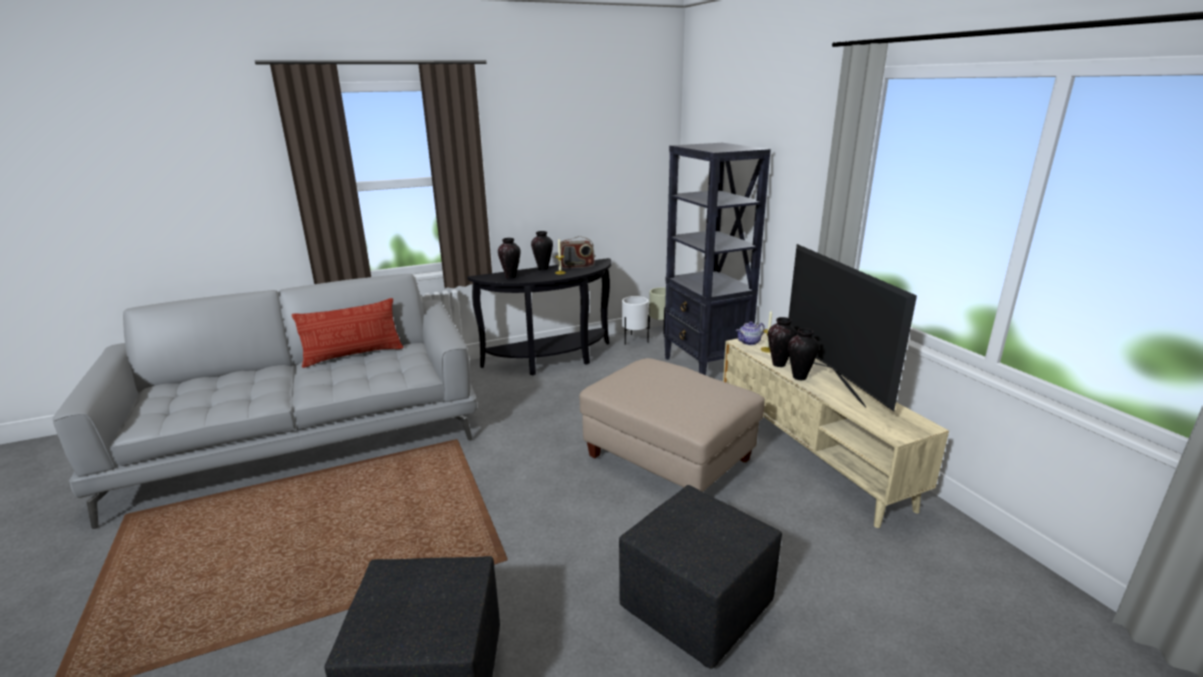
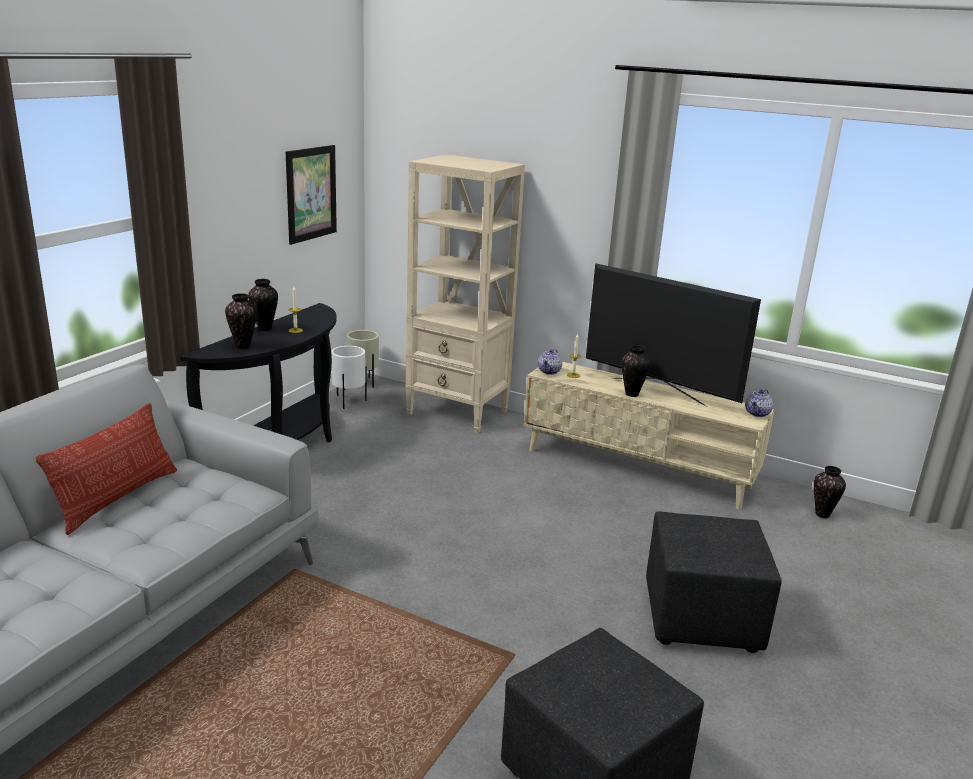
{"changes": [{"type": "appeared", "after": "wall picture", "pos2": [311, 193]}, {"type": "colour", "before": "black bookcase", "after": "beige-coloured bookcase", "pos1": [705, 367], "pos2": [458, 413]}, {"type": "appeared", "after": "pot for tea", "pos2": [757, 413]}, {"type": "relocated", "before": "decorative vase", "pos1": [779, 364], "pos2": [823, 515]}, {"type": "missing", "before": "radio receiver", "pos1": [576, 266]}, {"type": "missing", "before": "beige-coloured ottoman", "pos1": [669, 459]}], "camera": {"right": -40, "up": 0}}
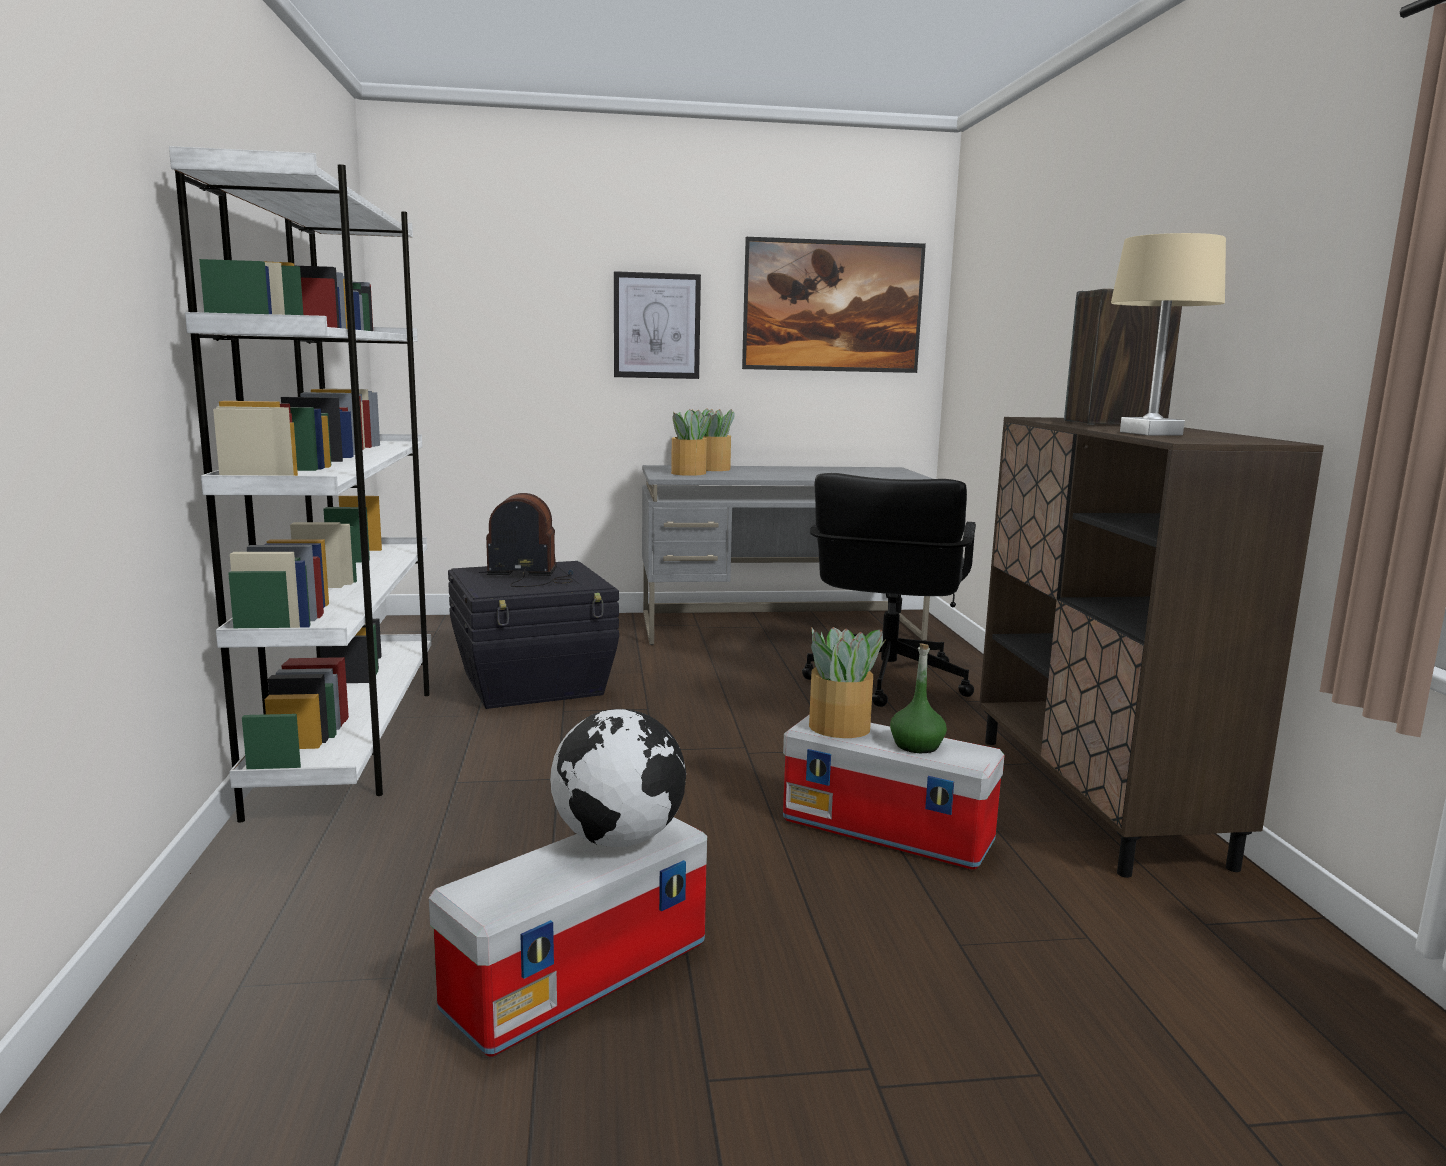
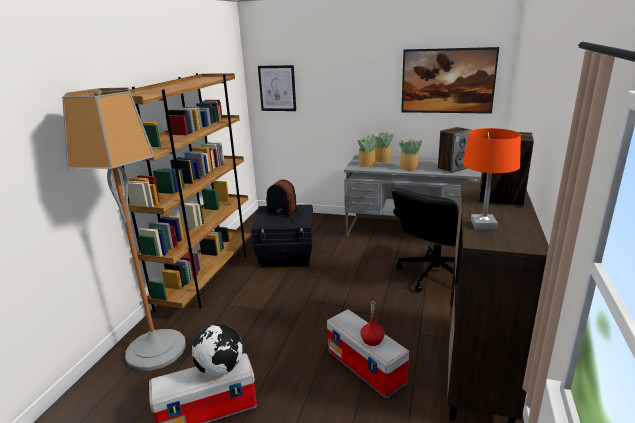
{"changes": [{"type": "appeared", "after": "standard lamp", "pos2": [156, 350]}, {"type": "colour", "before": "white bookcase", "after": "brown-coloured bookcase", "pos1": [352, 739], "pos2": [208, 277]}, {"type": "relocated", "before": "wall picture", "pos1": [656, 326], "pos2": [277, 88]}, {"type": "colour", "before": "green bottle", "after": "red-coloured bottle", "pos1": [916, 745], "pos2": [372, 340]}, {"type": "relocated", "before": "houseplant", "pos1": [840, 728], "pos2": [409, 168]}, {"type": "appeared", "after": "speaker", "pos2": [452, 168]}, {"type": "colour", "before": "beige-coloured table lamp", "after": "orange-coloured table lamp", "pos1": [1150, 433], "pos2": [483, 225]}], "camera": {"right": 25, "up": 10}}
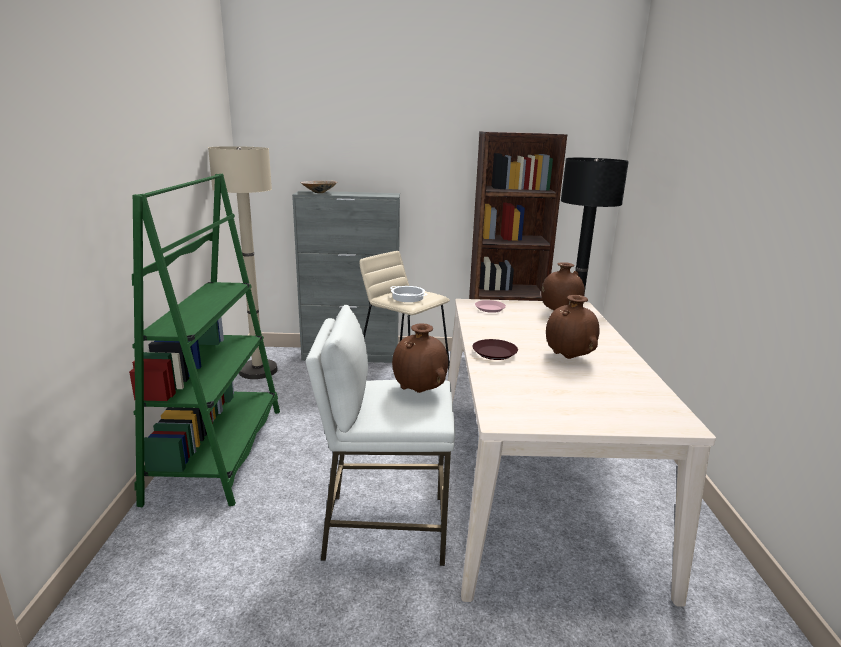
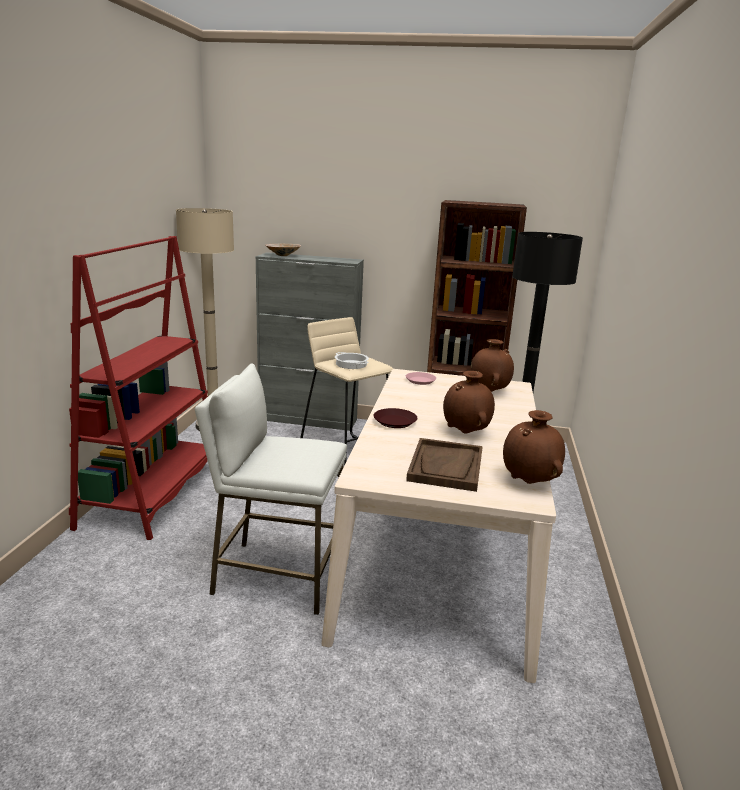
{"changes": [{"type": "colour", "before": "green bookcase", "after": "red-coloured bookcase", "pos1": [219, 452], "pos2": [153, 494]}, {"type": "appeared", "after": "brown-coloured serving tray", "pos2": [446, 466]}, {"type": "relocated", "before": "brown-coloured decorative vase", "pos1": [419, 391], "pos2": [529, 482]}], "camera": {"right": 10, "up": 0}}
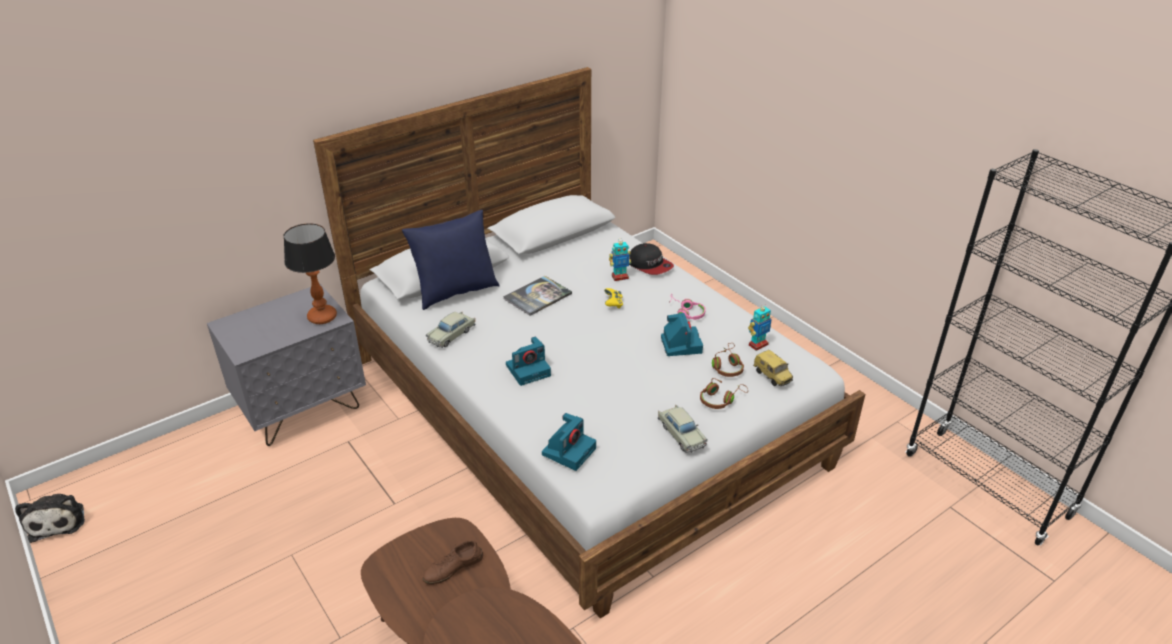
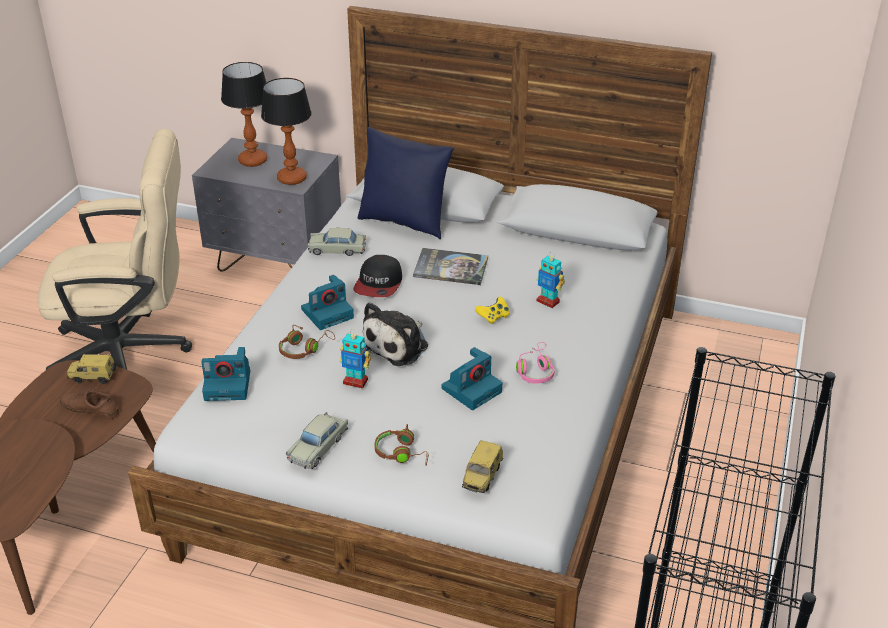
{"changes": [{"type": "appeared", "after": "beige-coloured computer chair", "pos2": [132, 353]}, {"type": "appeared", "after": "miniature car", "pos2": [92, 378]}, {"type": "appeared", "after": "table lamp", "pos2": [253, 161]}, {"type": "relocated", "before": "brown-coloured headset", "pos1": [727, 366], "pos2": [304, 349]}, {"type": "spun", "before": "still camera", "pos1": [529, 370], "pos2": [328, 313], "turn": -60}, {"type": "relocated", "before": "robot figure", "pos1": [758, 345], "pos2": [355, 381]}, {"type": "relocated", "before": "peaked cap", "pos1": [650, 265], "pos2": [379, 284]}, {"type": "relocated", "before": "plush toy", "pos1": [58, 520], "pos2": [398, 345]}], "camera": {"right": 55, "up": 0}}
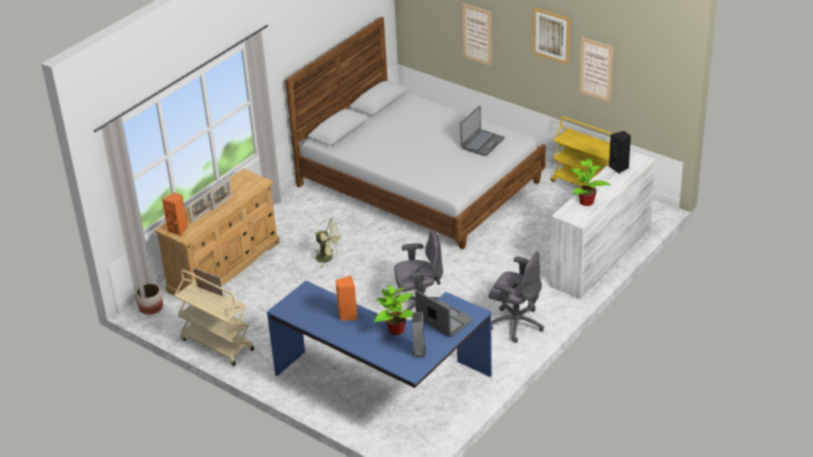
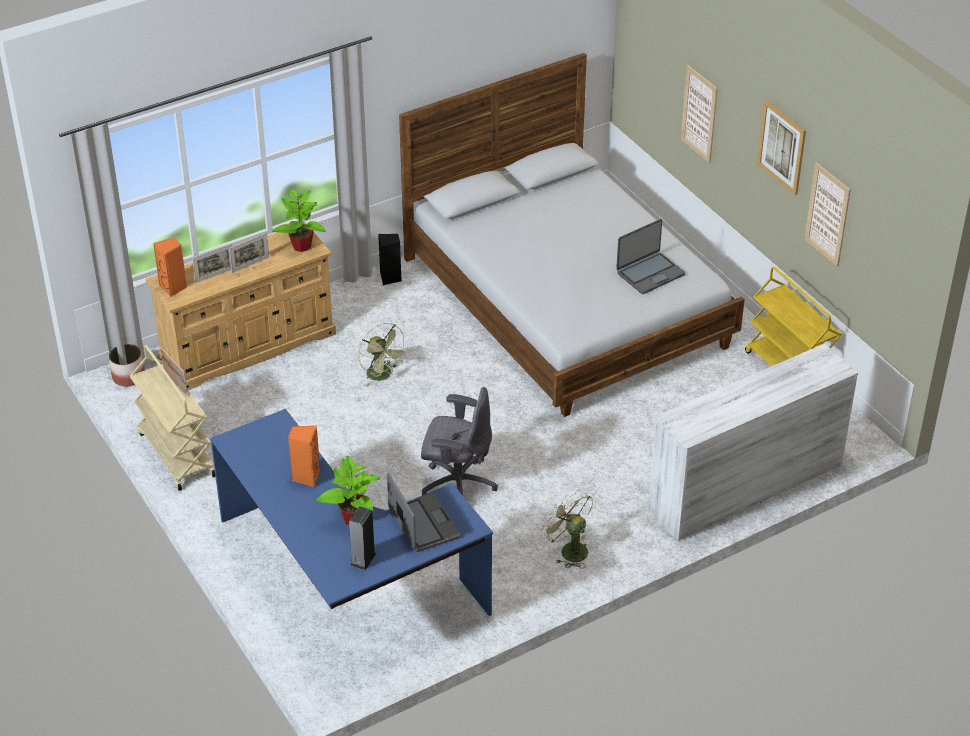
{"changes": [{"type": "relocated", "before": "houseplant", "pos1": [586, 202], "pos2": [301, 246]}, {"type": "relocated", "before": "black speaker", "pos1": [619, 168], "pos2": [390, 278]}, {"type": "exchanged", "before": "grey computer chair", "after": "green fan", "pos1": [515, 324], "pos2": [569, 549]}], "camera": {"right": 20, "up": 5}}
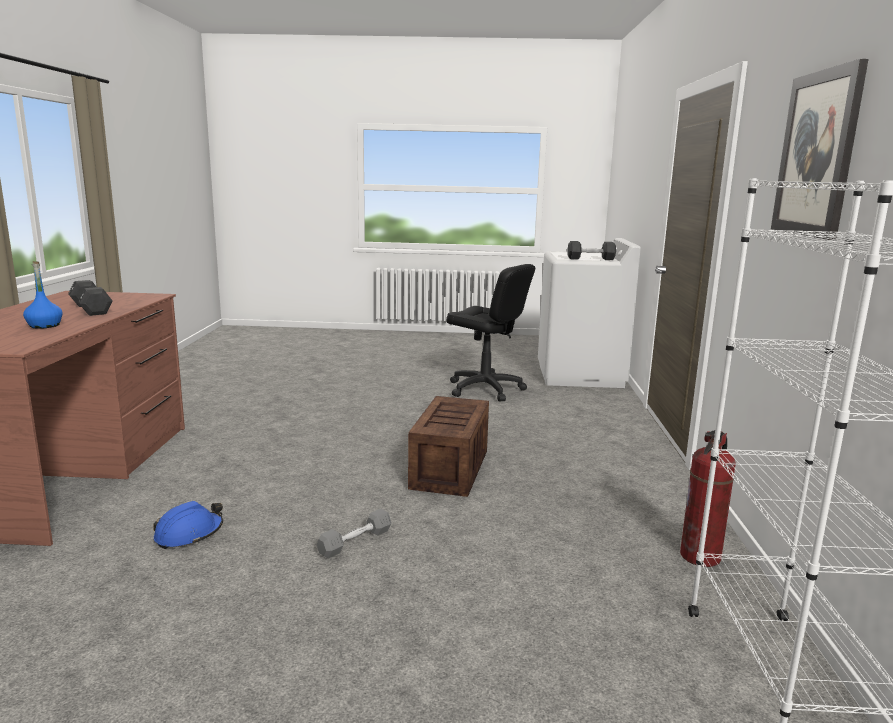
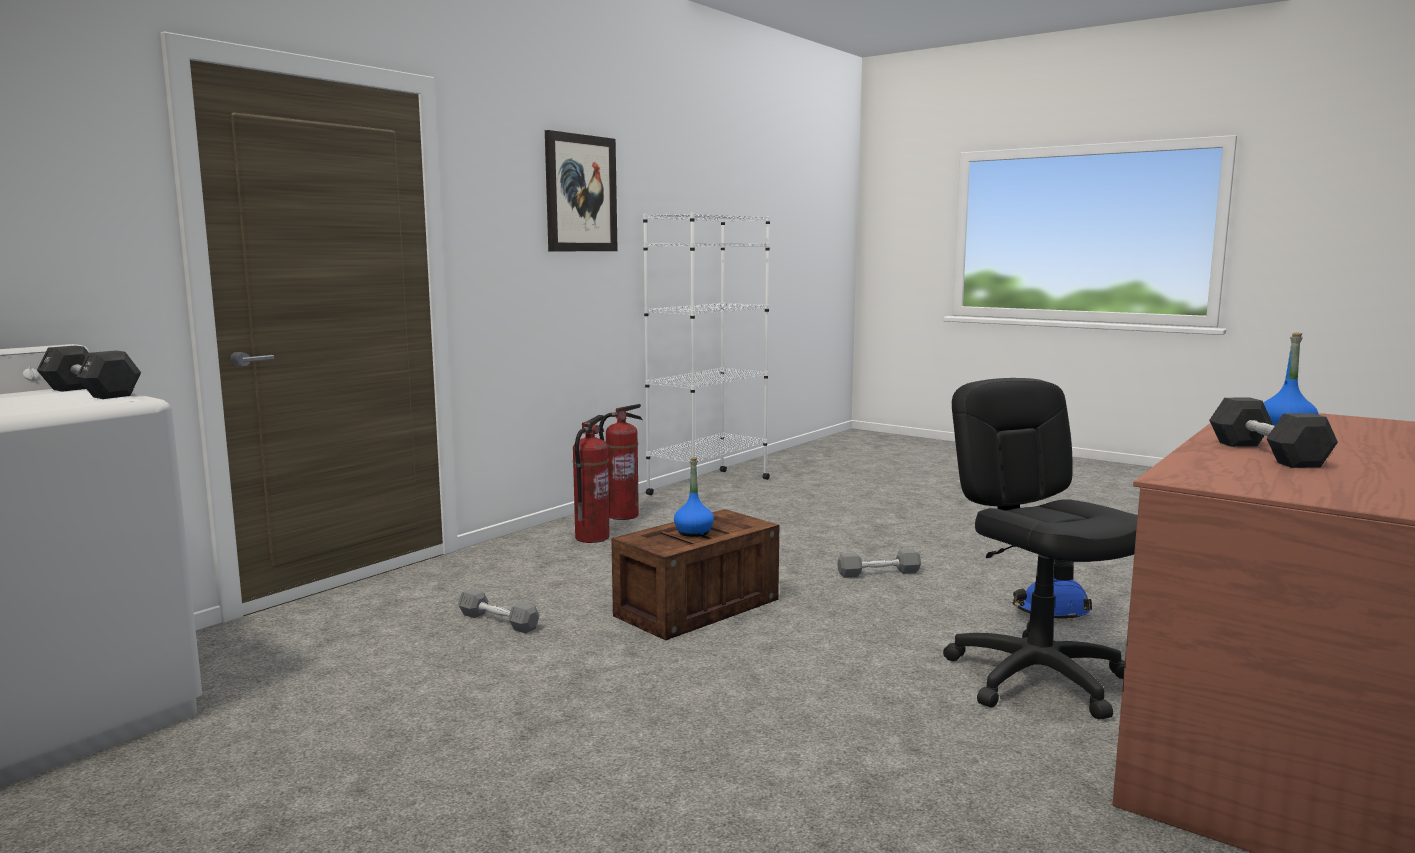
{"changes": [{"type": "appeared", "after": "grey free weight", "pos2": [498, 621]}, {"type": "appeared", "after": "fire extinguisher", "pos2": [592, 538]}, {"type": "appeared", "after": "blue bottle", "pos2": [693, 532]}, {"type": "relocated", "before": "black computer chair", "pos1": [485, 389], "pos2": [1037, 678]}], "camera": {"right": -145, "up": -5}}
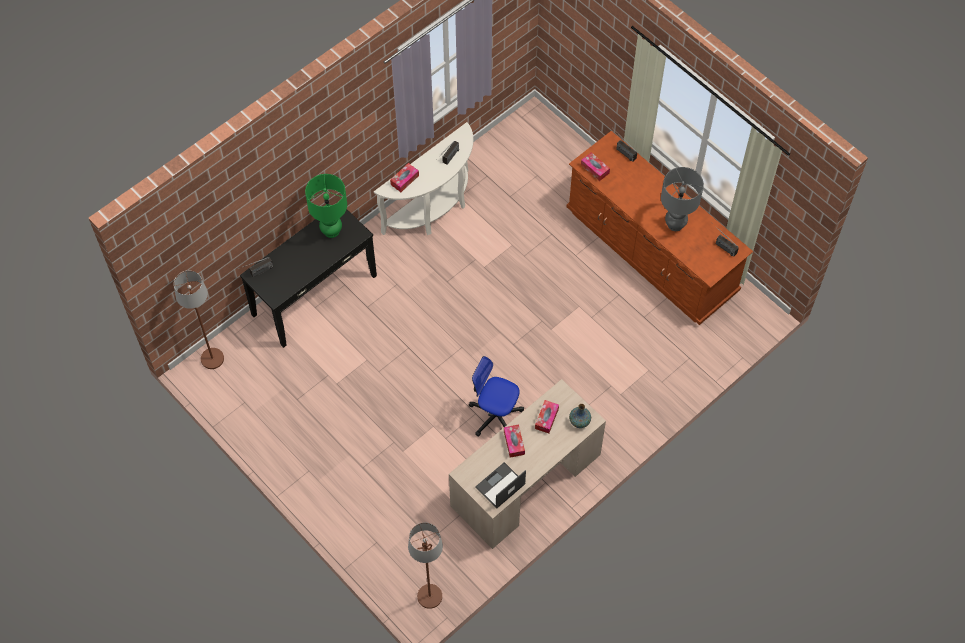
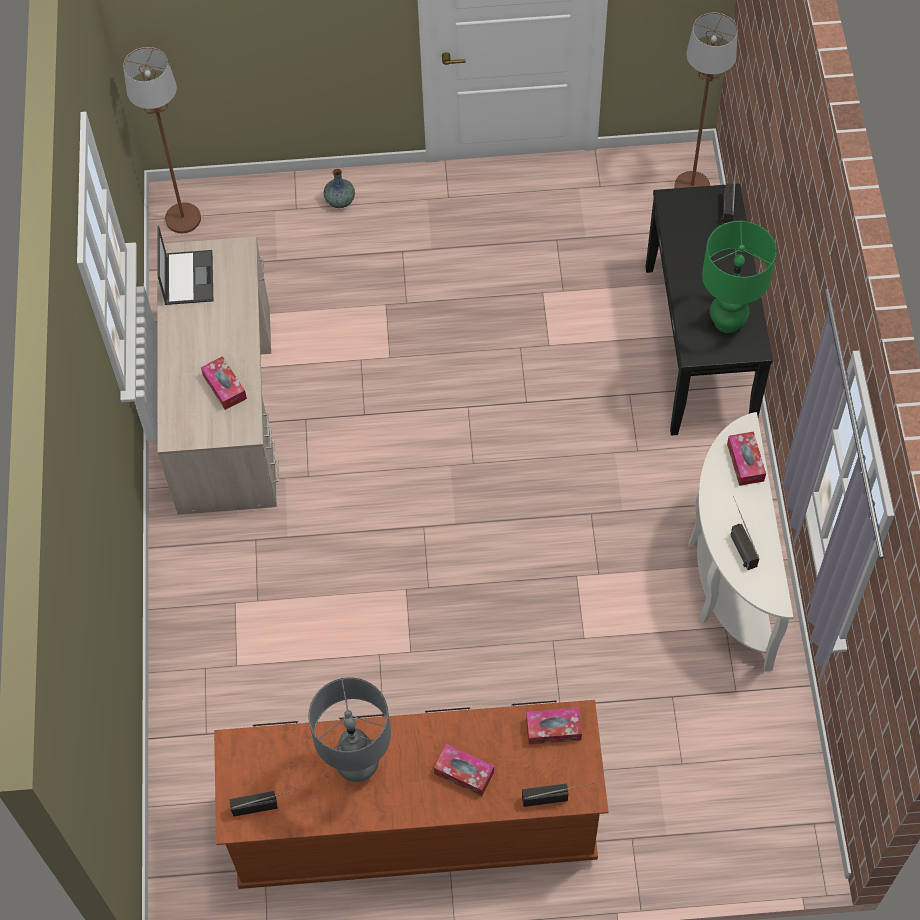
{"changes": [{"type": "relocated", "before": "decorative vase", "pos1": [579, 421], "pos2": [340, 201]}, {"type": "relocated", "before": "box of tissues", "pos1": [514, 443], "pos2": [464, 773]}, {"type": "missing", "before": "computer chair", "pos1": [495, 415]}], "camera": {"right": 130, "up": 0}}
